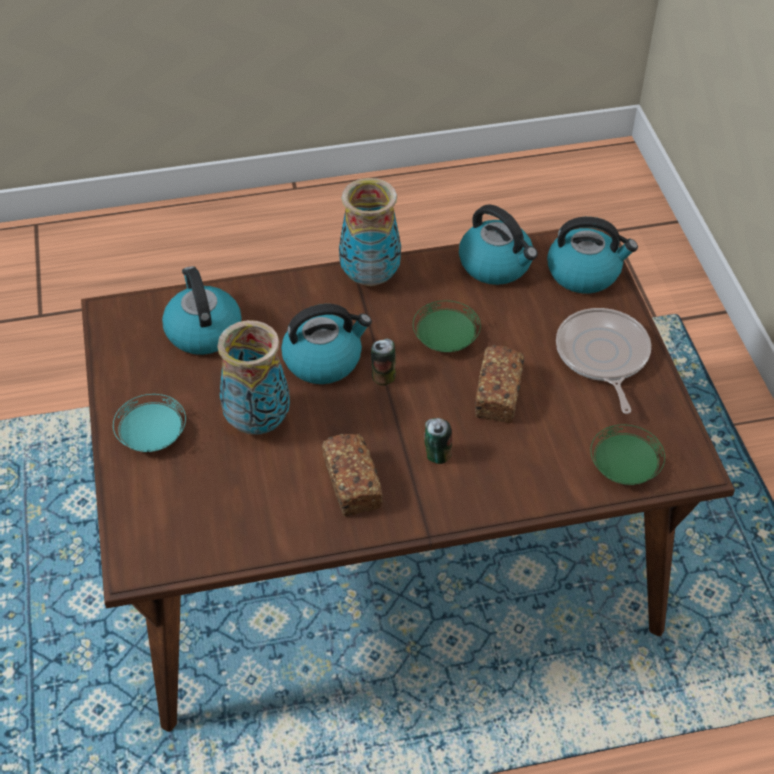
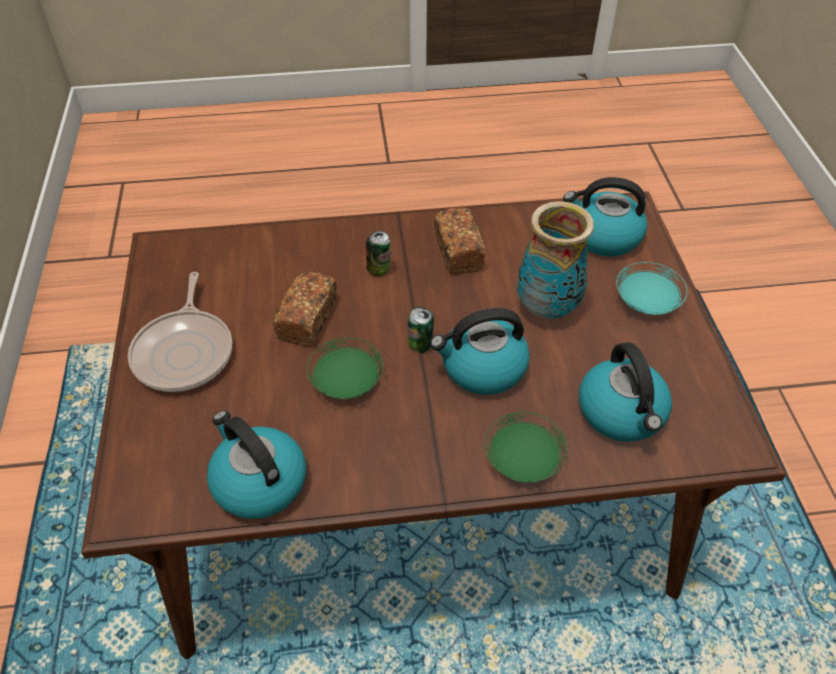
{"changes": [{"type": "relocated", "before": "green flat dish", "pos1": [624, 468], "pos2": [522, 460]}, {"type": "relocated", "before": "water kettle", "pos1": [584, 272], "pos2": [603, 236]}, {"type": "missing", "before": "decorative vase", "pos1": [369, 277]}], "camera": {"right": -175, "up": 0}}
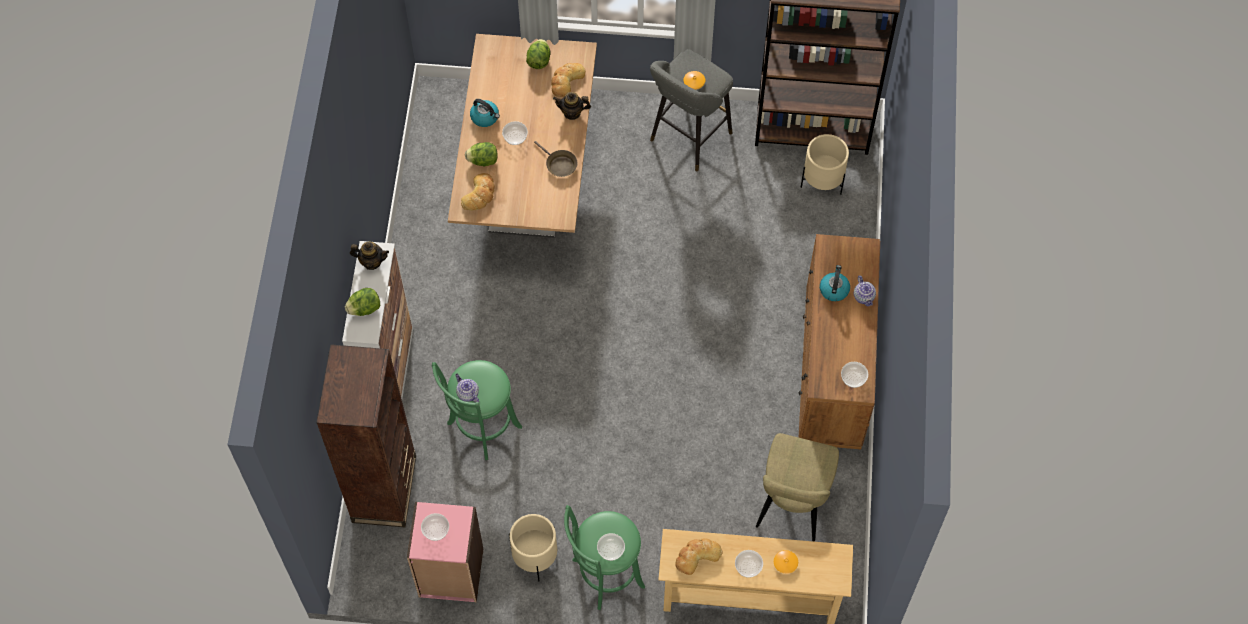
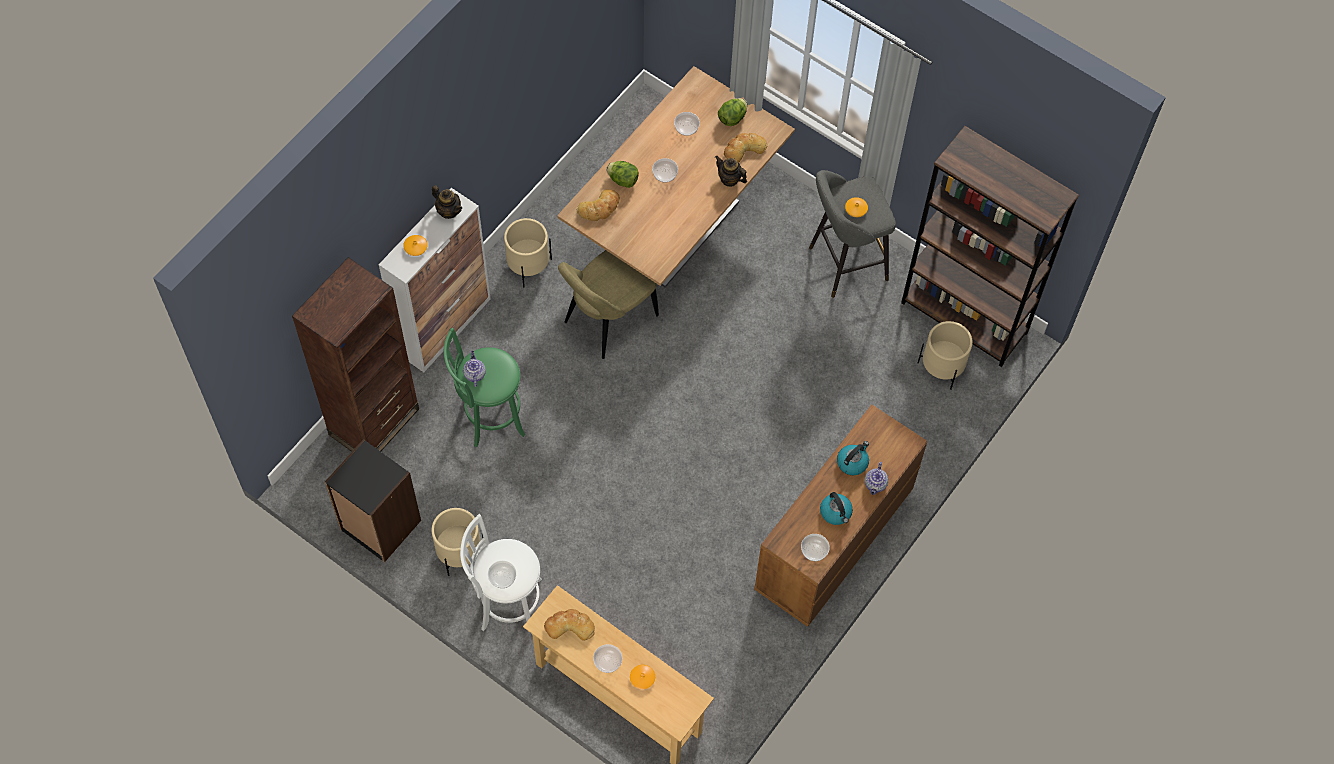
{"changes": [{"type": "colour", "before": "pink bookcase", "after": "black bookcase", "pos1": [451, 573], "pos2": [380, 525]}, {"type": "exchanged", "before": "lettuce", "after": "orange-coloured decorative vase", "pos1": [365, 308], "pos2": [415, 247]}, {"type": "colour", "before": "green stool seat", "after": "white stool seat", "pos1": [604, 575], "pos2": [507, 603]}, {"type": "appeared", "after": "beige-coloured plant pot", "pos2": [528, 266]}, {"type": "relocated", "before": "beige-coloured upright chair", "pos1": [792, 503], "pos2": [607, 321]}, {"type": "relocated", "before": "bowl", "pos1": [436, 530], "pos2": [687, 128]}, {"type": "relocated", "before": "water kettle", "pos1": [485, 117], "pos2": [836, 512]}, {"type": "missing", "before": "brown-coloured frying pan", "pos1": [559, 165]}], "camera": {"right": 30, "up": 0}}
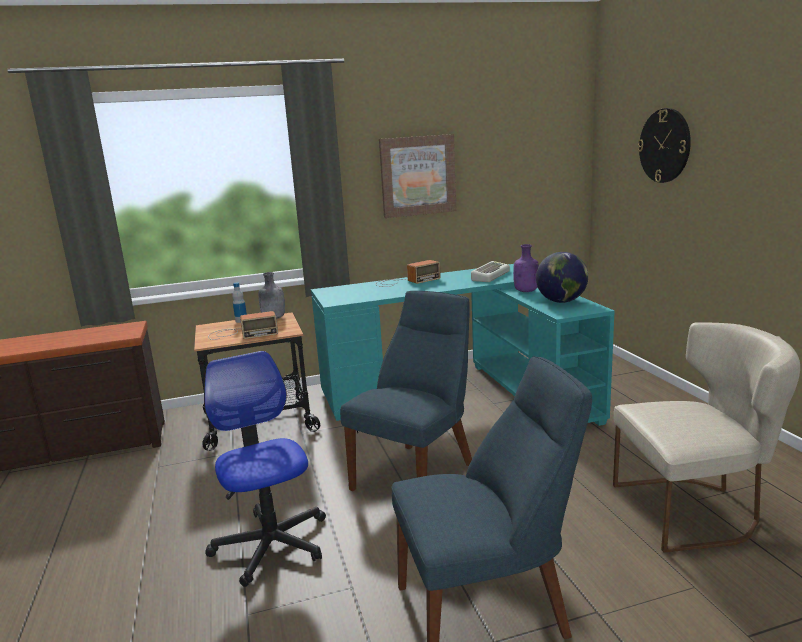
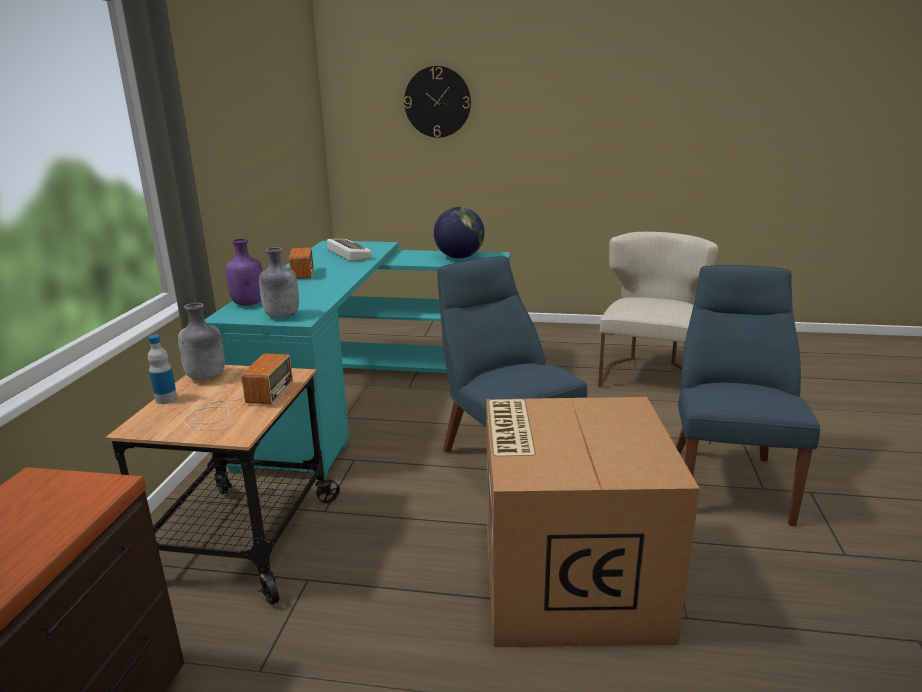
{"changes": [{"type": "relocated", "before": "purple-coloured bottle", "pos1": [526, 291], "pos2": [249, 303]}, {"type": "appeared", "after": "grey bottle", "pos2": [281, 316]}, {"type": "exchanged", "before": "computer chair", "after": "carton", "pos1": [271, 544], "pos2": [568, 579]}, {"type": "missing", "before": "wall picture", "pos1": [417, 176]}], "camera": {"right": -65, "up": 5}}
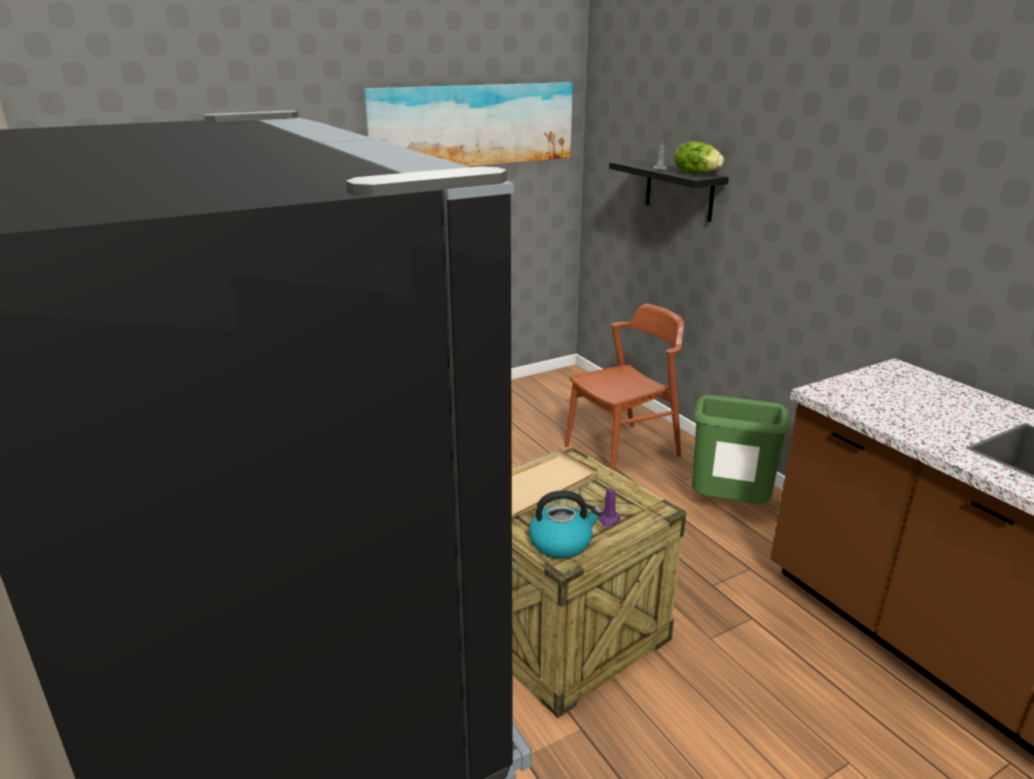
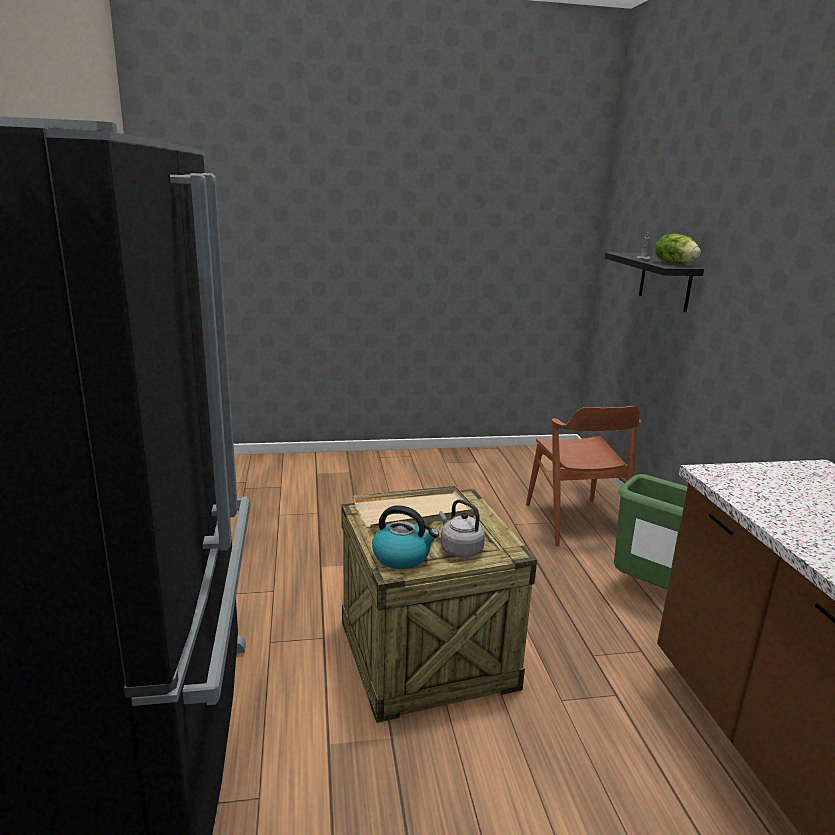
{"changes": [{"type": "exchanged", "before": "purple-coloured candle", "after": "grey water kettle", "pos1": [608, 519], "pos2": [459, 549]}, {"type": "spun", "before": "brown-coloured upright chair", "pos1": [622, 451], "pos2": [575, 522], "turn": 90}, {"type": "missing", "before": "wall picture", "pos1": [473, 125]}], "camera": {"right": 20, "up": -5}}
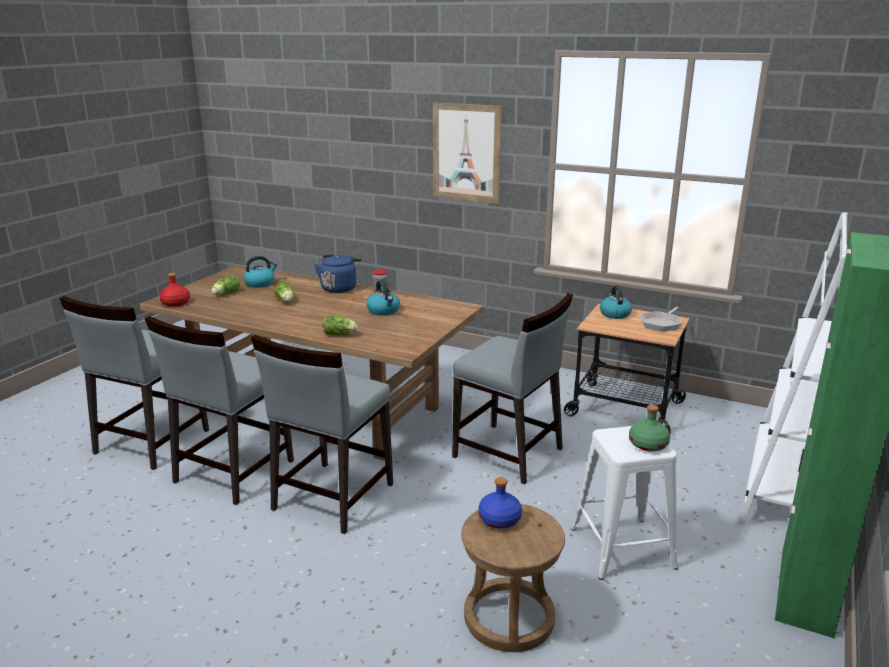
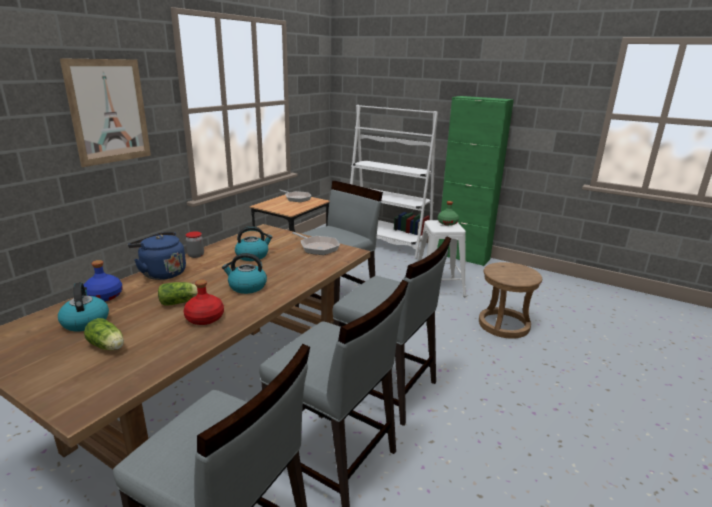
{"changes": [{"type": "relocated", "before": "blue bottle", "pos1": [500, 519], "pos2": [104, 296]}, {"type": "relocated", "before": "red-coloured bottle", "pos1": [176, 303], "pos2": [205, 318]}, {"type": "relocated", "before": "water kettle", "pos1": [614, 314], "pos2": [247, 287]}, {"type": "appeared", "after": "frying pan", "pos2": [317, 247]}, {"type": "missing", "before": "lettuce", "pos1": [341, 334]}], "camera": {"right": -85, "up": 0}}
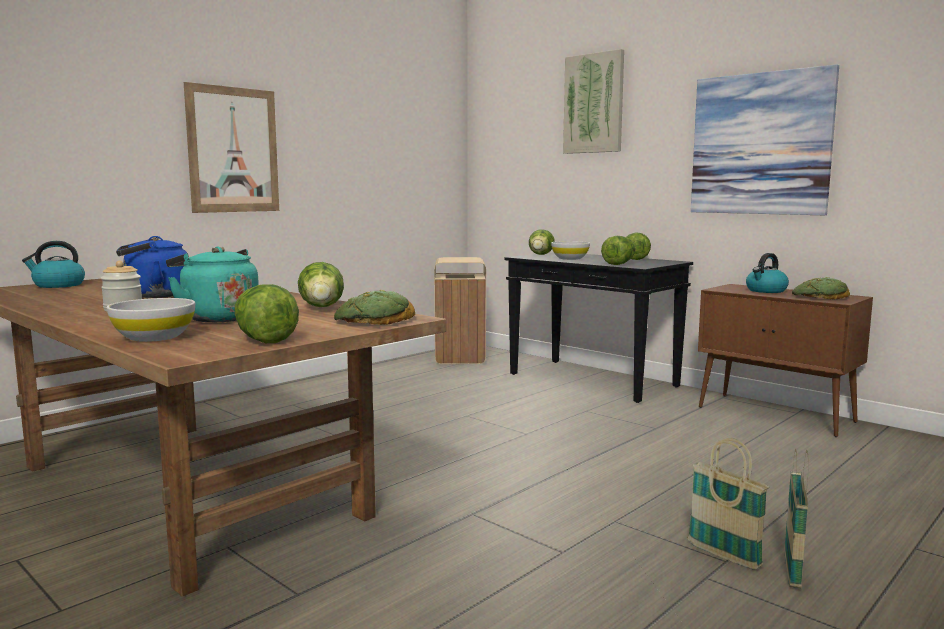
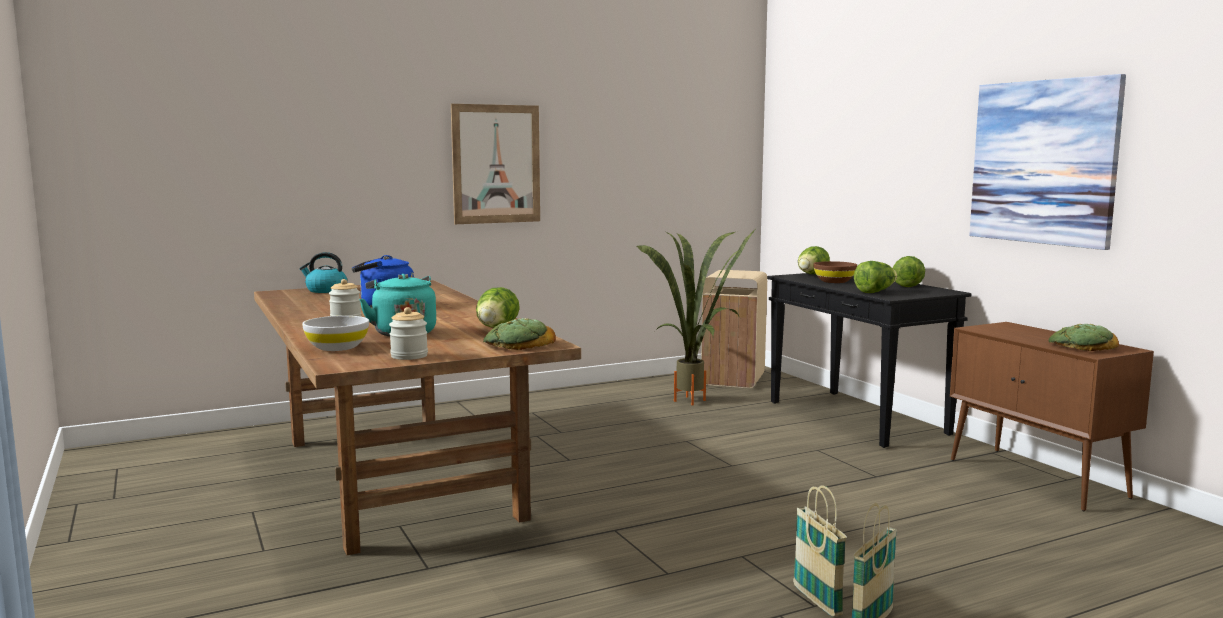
{"changes": [{"type": "exchanged", "before": "lettuce", "after": "preserve jar", "pos1": [263, 339], "pos2": [409, 356]}, {"type": "appeared", "after": "houseplant", "pos2": [697, 399]}, {"type": "colour", "before": "white bowl", "after": "brown-coloured bowl", "pos1": [570, 258], "pos2": [834, 281]}, {"type": "missing", "before": "wall picture", "pos1": [594, 103]}, {"type": "missing", "before": "water kettle", "pos1": [766, 291]}], "camera": {"right": 20, "up": 0}}
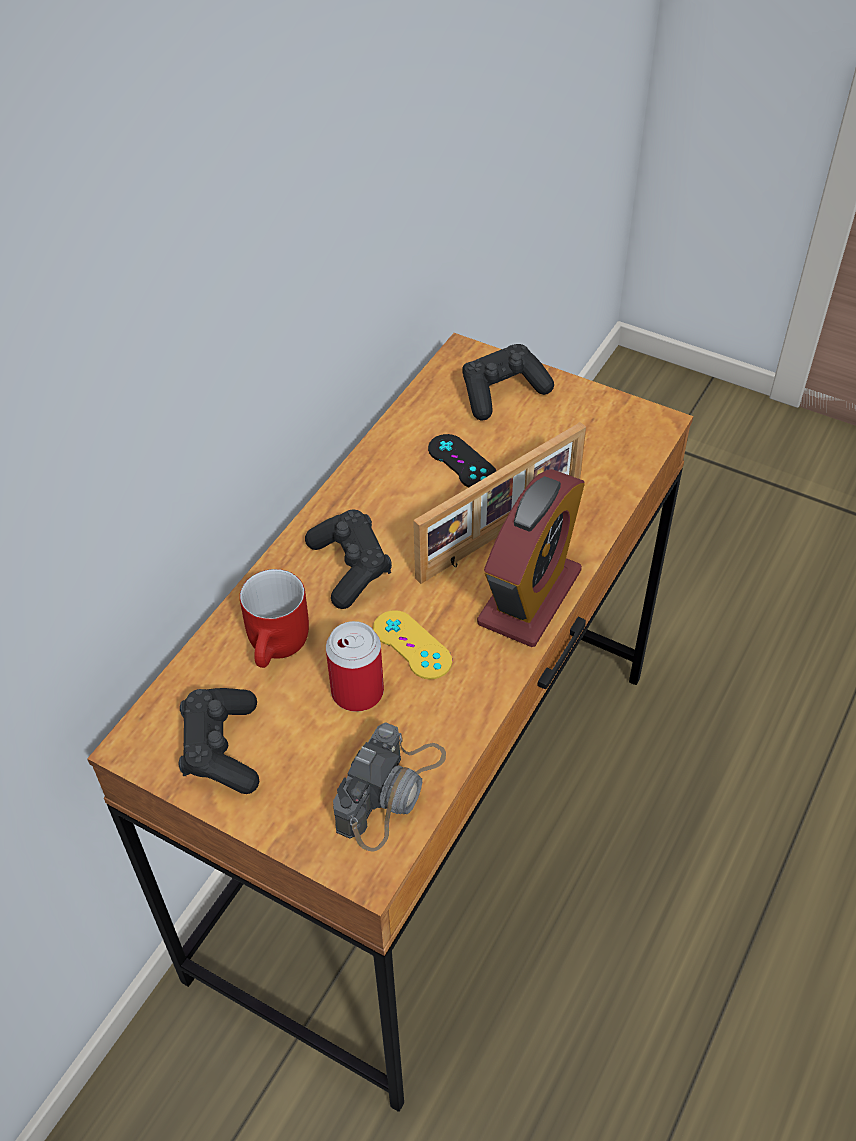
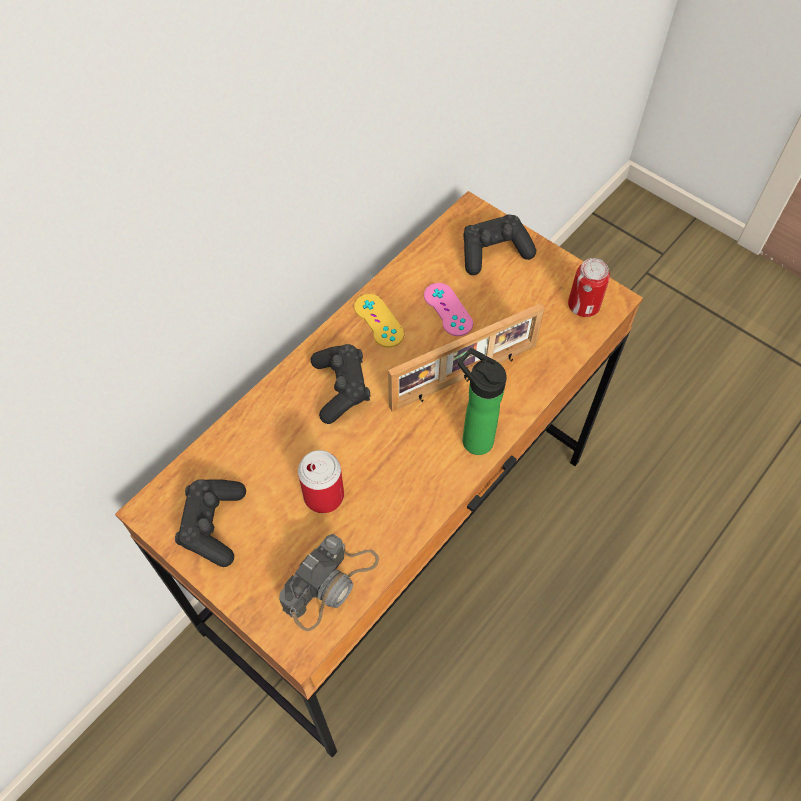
{"changes": [{"type": "relocated", "before": "yellowish gamepad", "pos1": [412, 645], "pos2": [379, 321]}, {"type": "colour", "before": "black gamepad", "after": "pink gamepad", "pos1": [462, 462], "pos2": [448, 309]}, {"type": "exchanged", "before": "table clock", "after": "bottle", "pos1": [529, 597], "pos2": [473, 438]}, {"type": "appeared", "after": "sealed can", "pos2": [583, 306]}, {"type": "missing", "before": "red-coloured tea mug", "pos1": [281, 646]}], "camera": {"right": 10, "up": 10}}
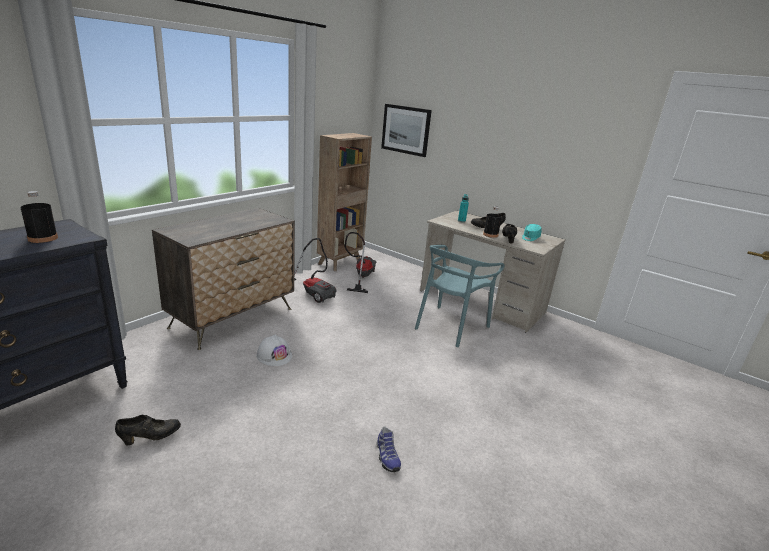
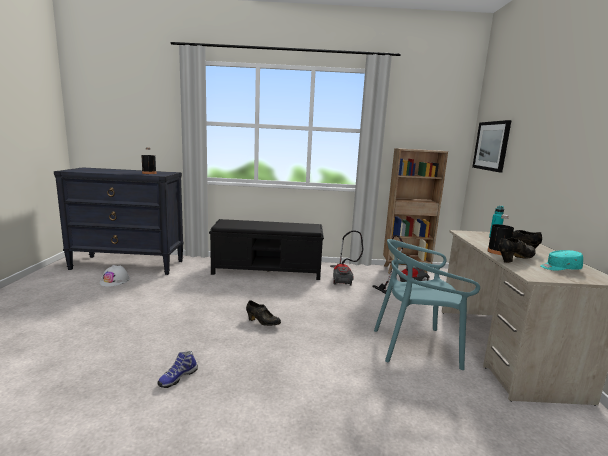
{"changes": [{"type": "relocated", "before": "white safety helmet", "pos1": [274, 355], "pos2": [115, 281]}, {"type": "exchanged", "before": "drawer chest", "after": "black indoor bench", "pos1": [234, 318], "pos2": [268, 270]}, {"type": "relocated", "before": "black shoe", "pos1": [150, 437], "pos2": [262, 323]}], "camera": {"right": 55, "up": -10}}
